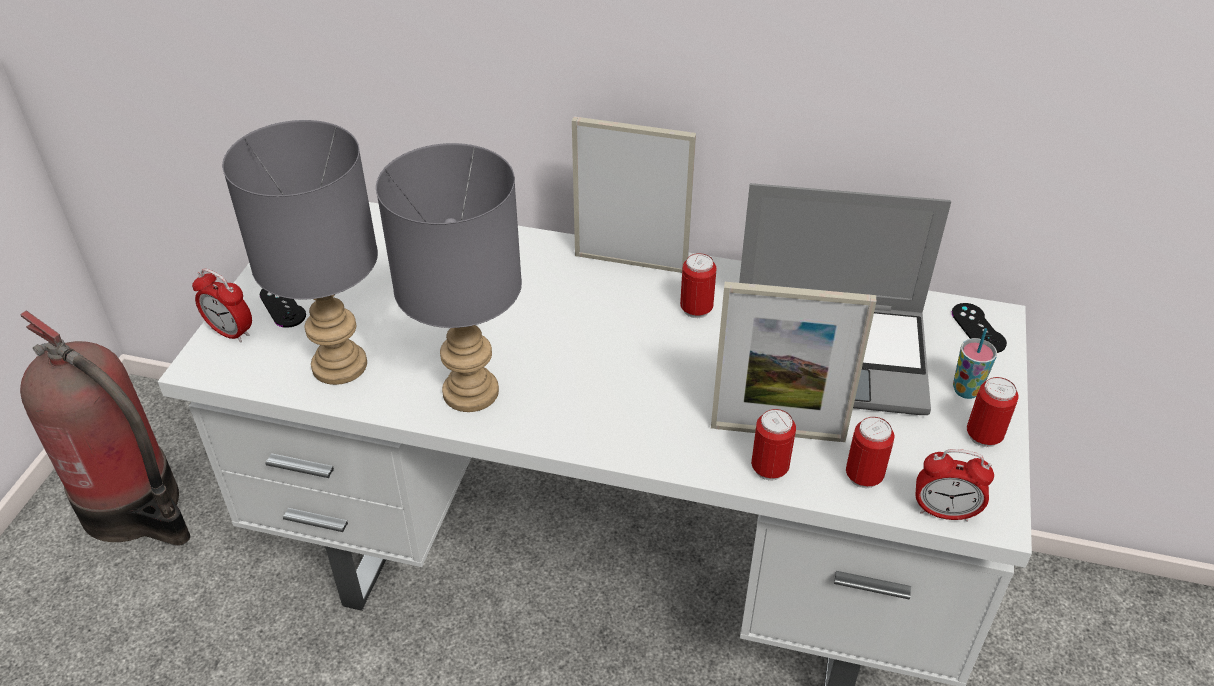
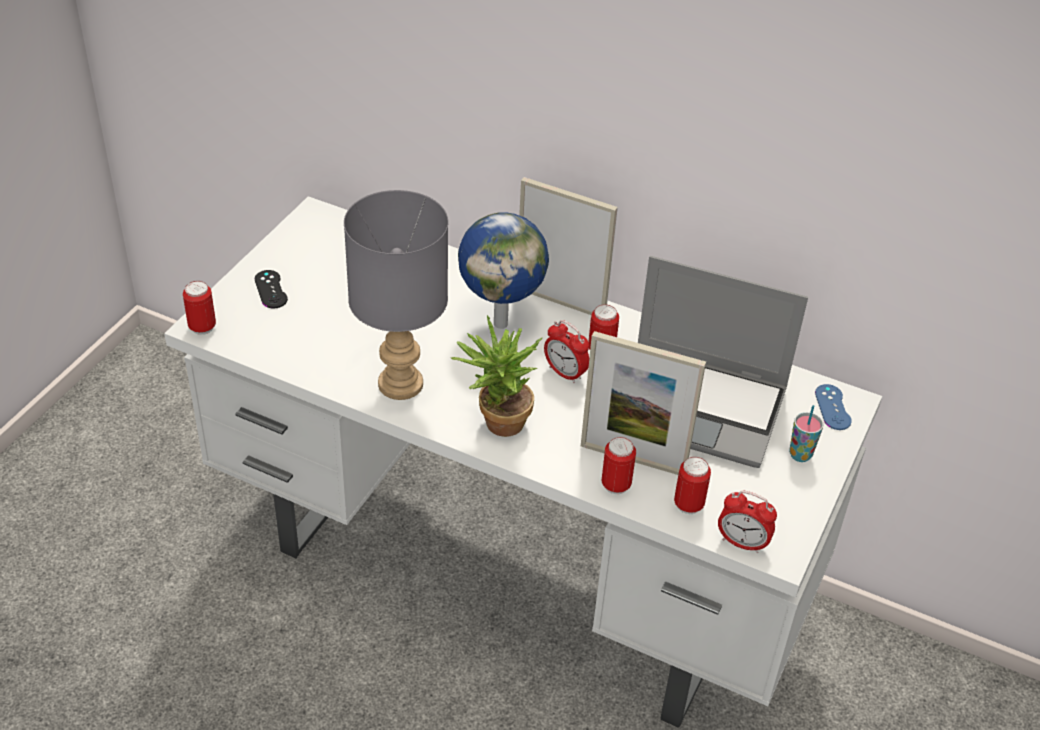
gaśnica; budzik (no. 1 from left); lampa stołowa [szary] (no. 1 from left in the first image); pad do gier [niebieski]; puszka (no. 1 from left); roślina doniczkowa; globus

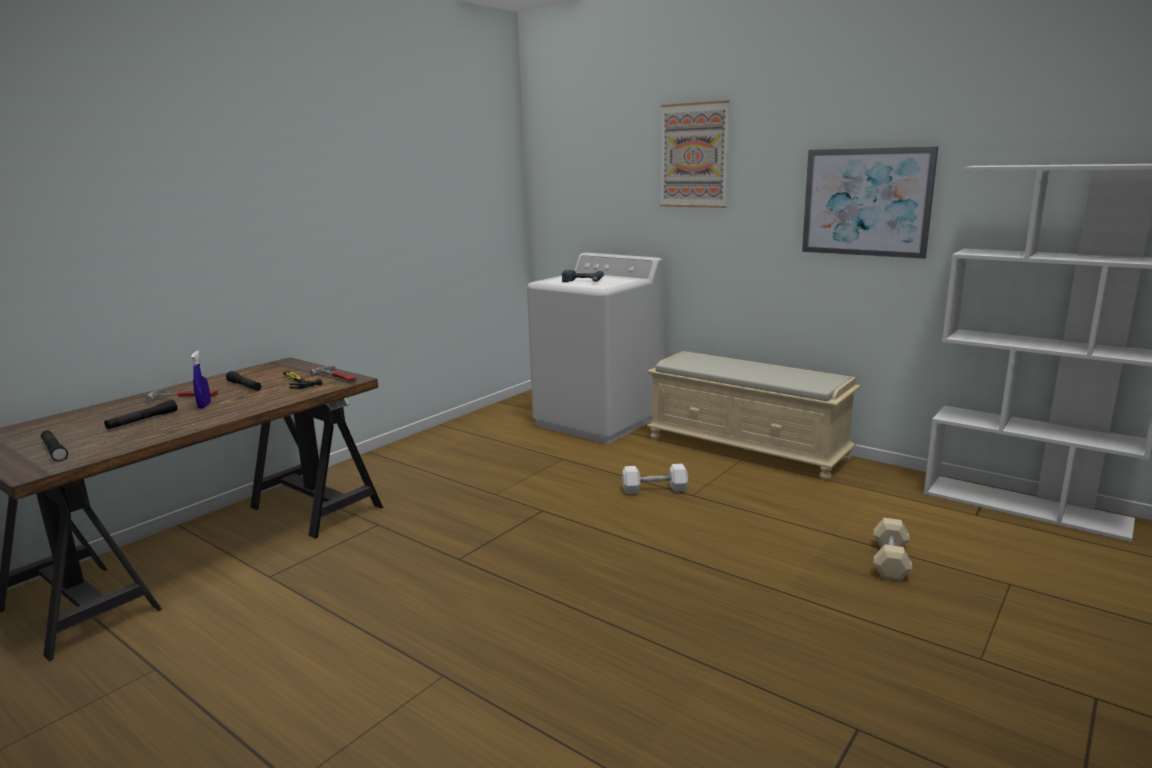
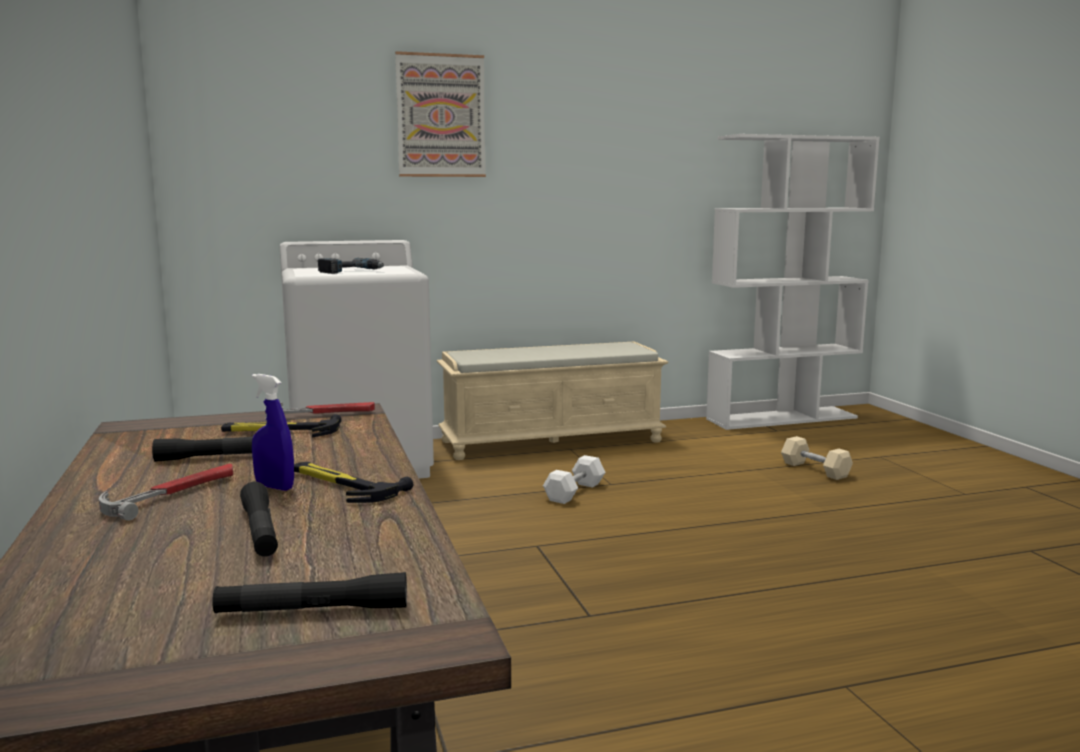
obraz (no. 2 from left in the first image); młotek (no. 4 from left)

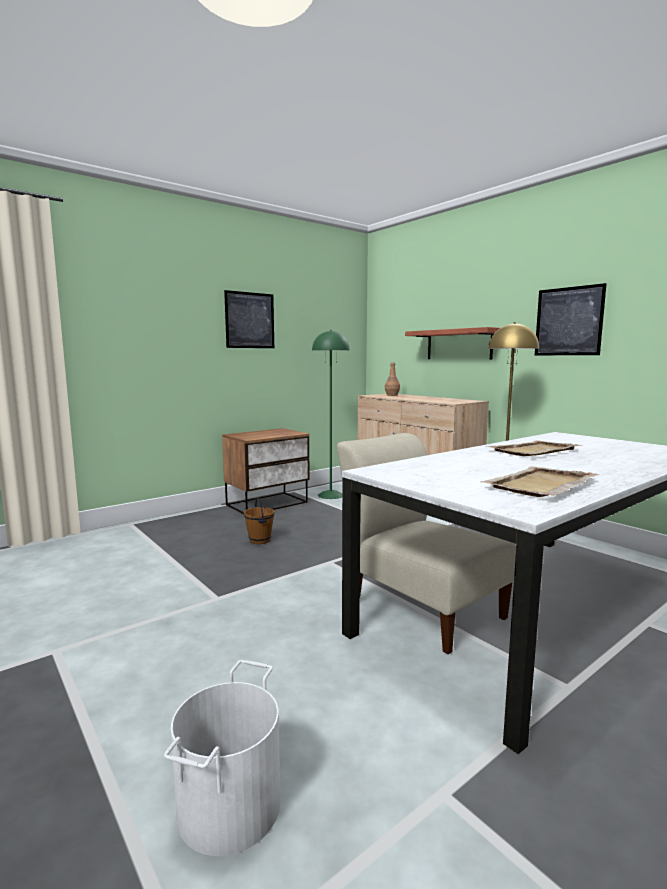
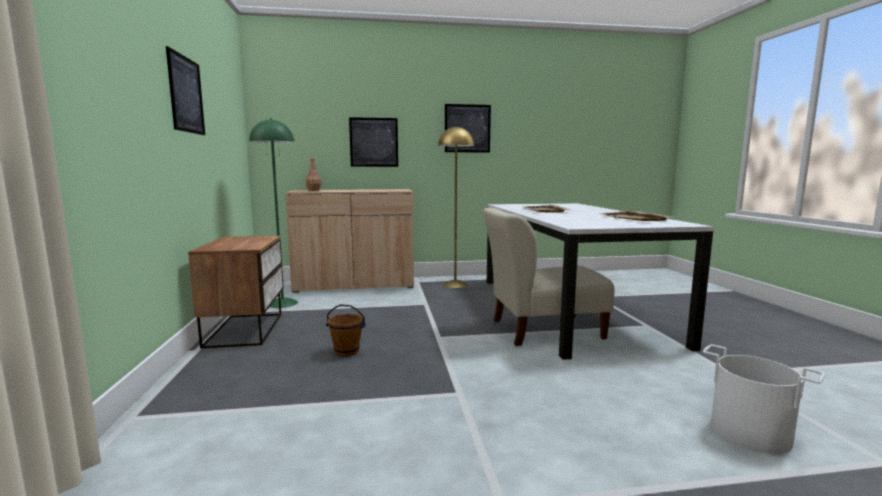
obraz (no. 2 from left)

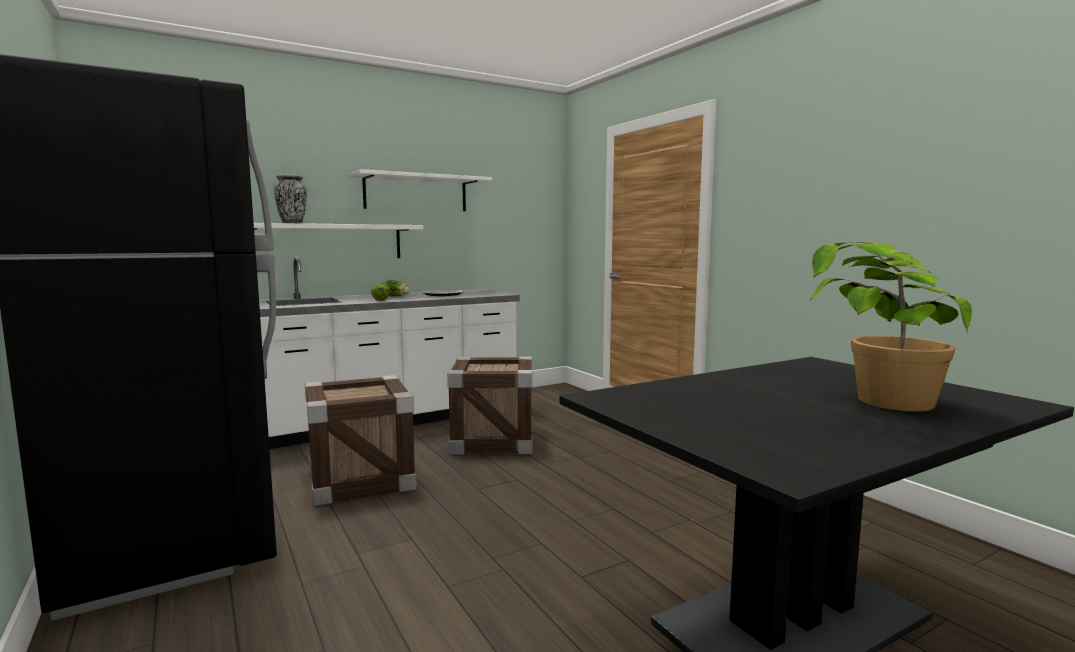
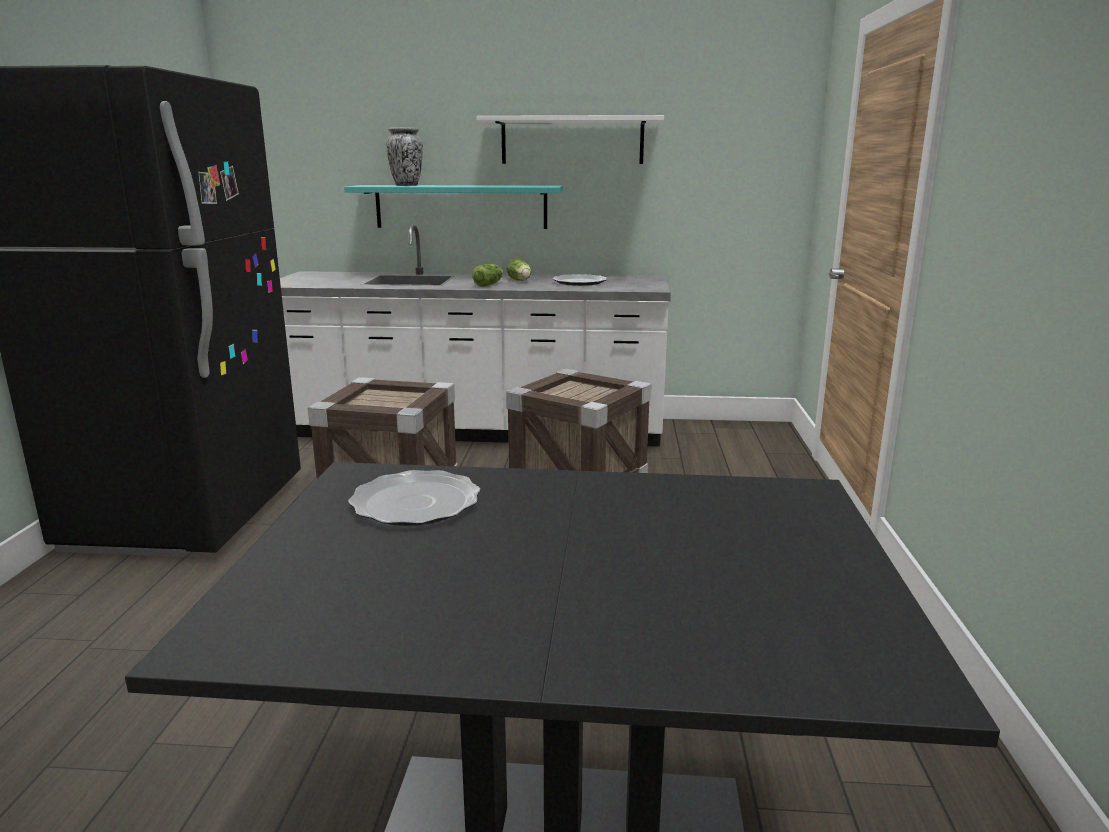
półka [turkusowy]; roślina doniczkowa; talerz (no. 1 from left)

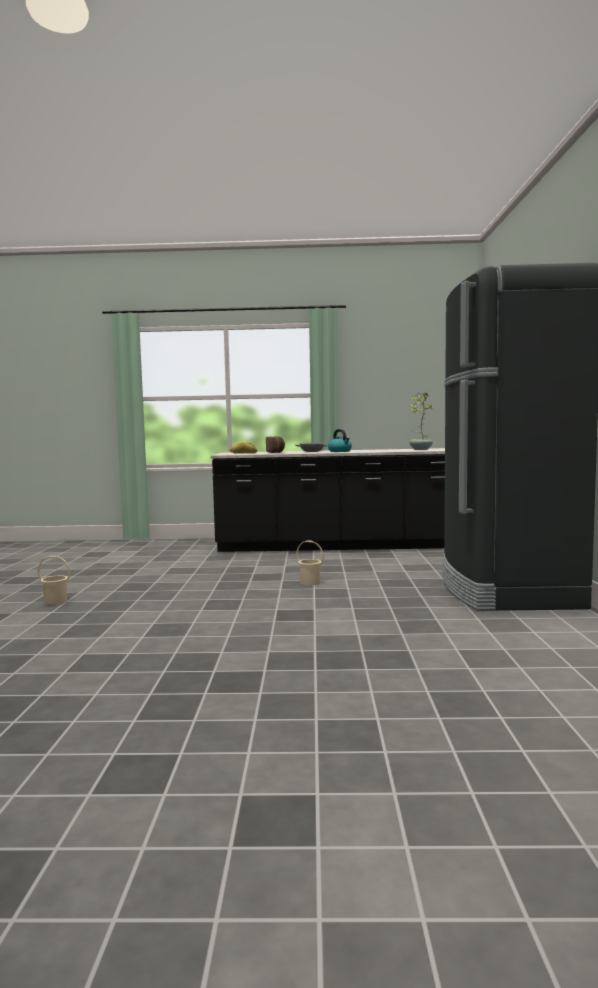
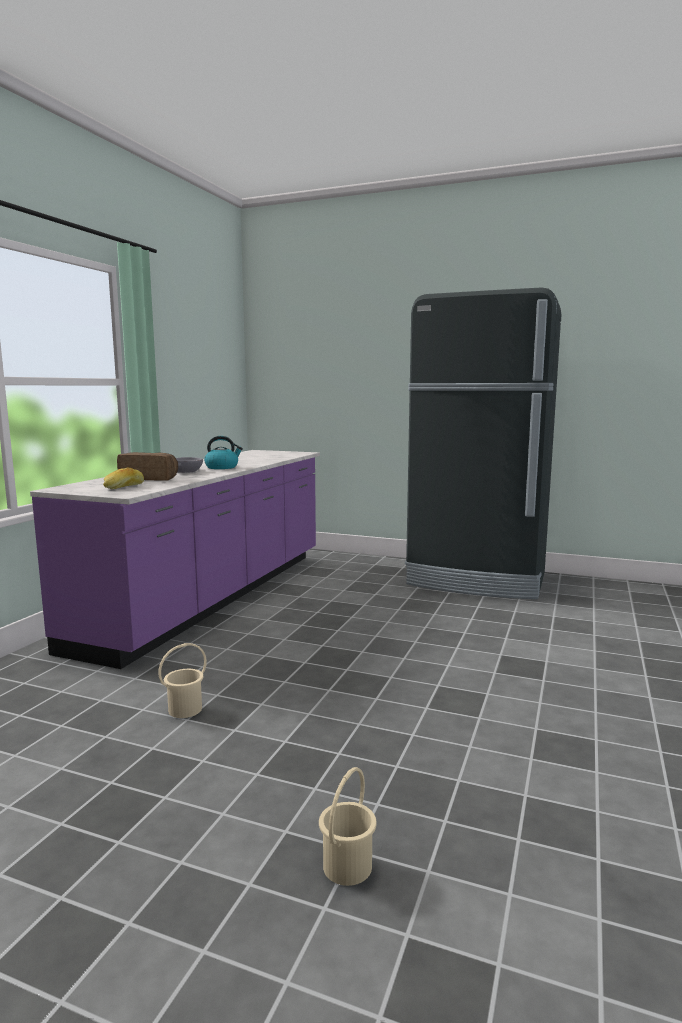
zabudowa kuchenna [fioletowy]; wiadro [beżowy] (no. 1 from left); roślina doniczkowa

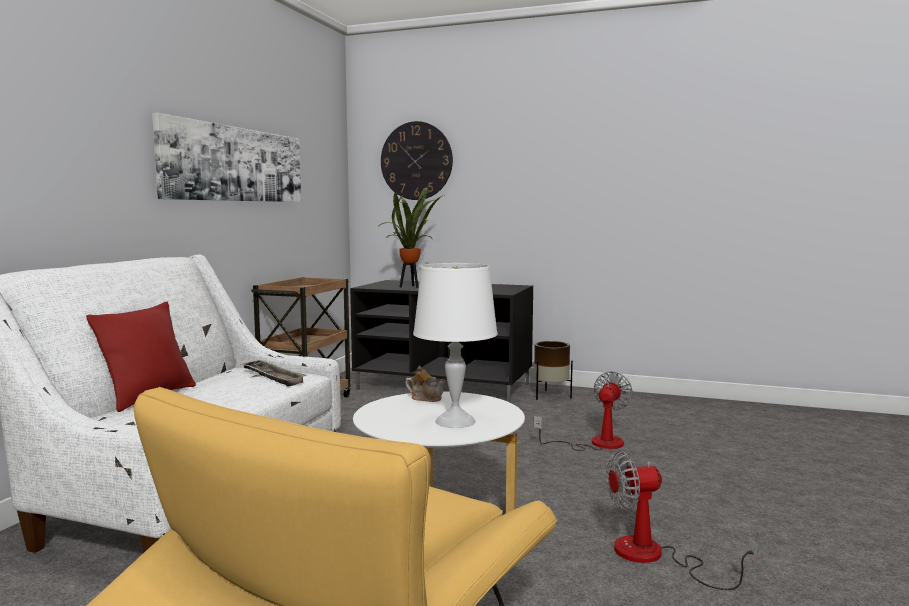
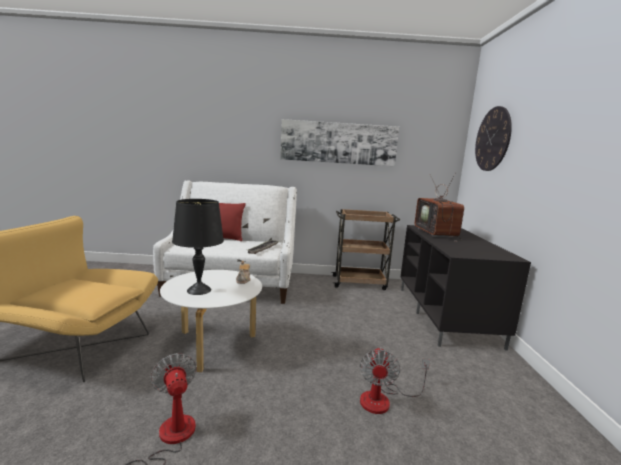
telewizor; lampa stołowa [czarny]; donica [brązowy]; wentylator (no. 2 from left)

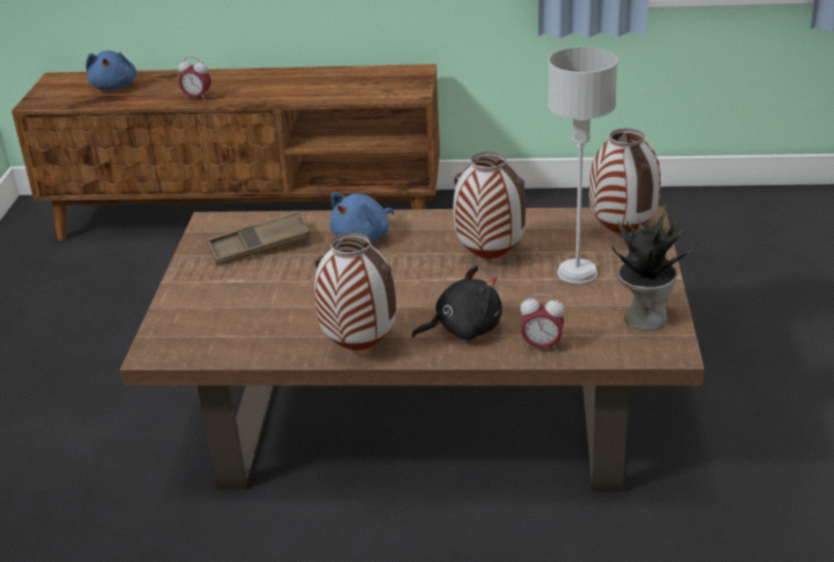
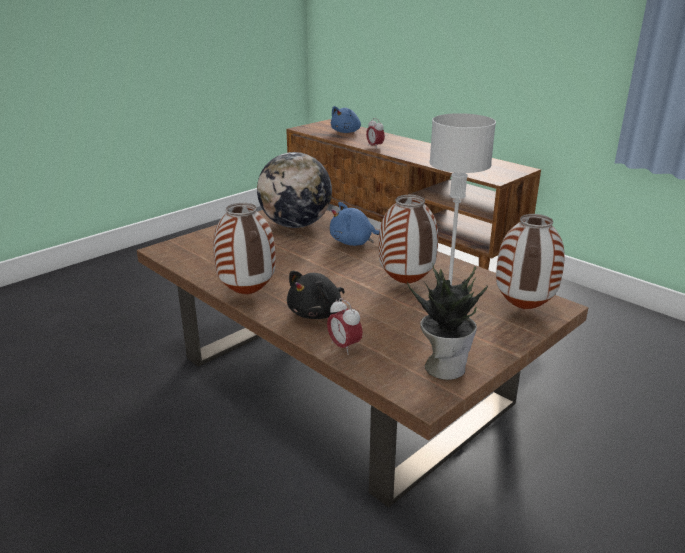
globus; pluszak [czarny]

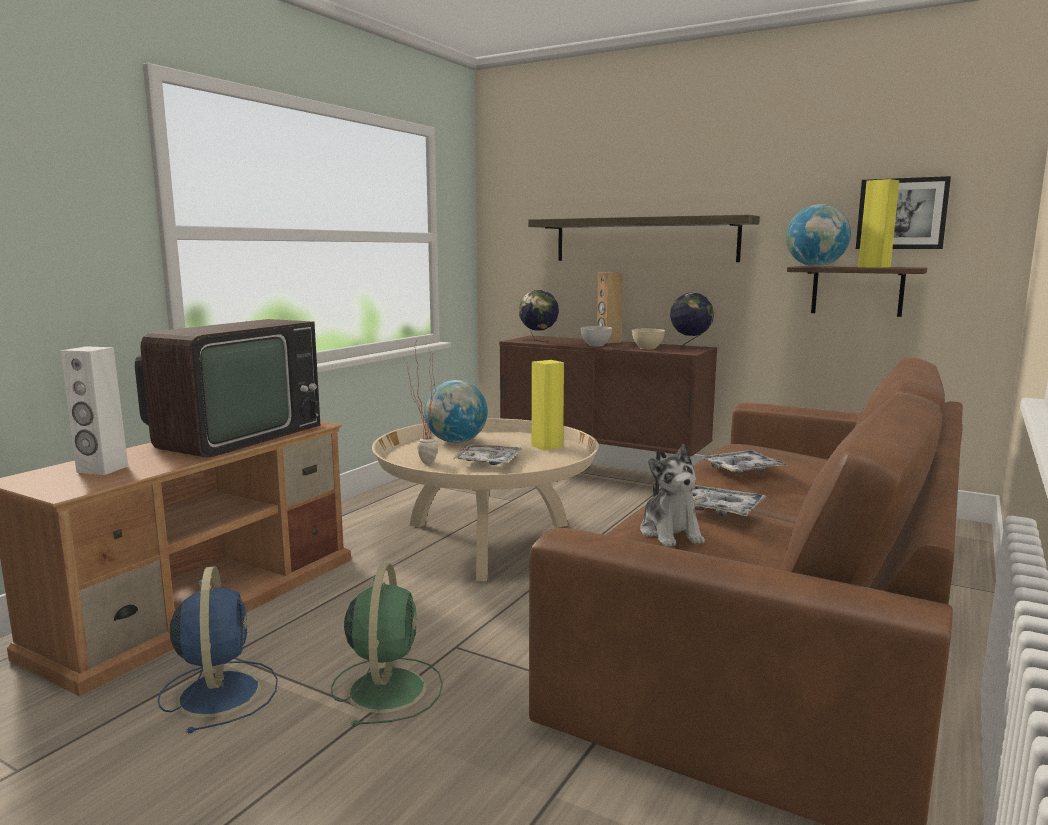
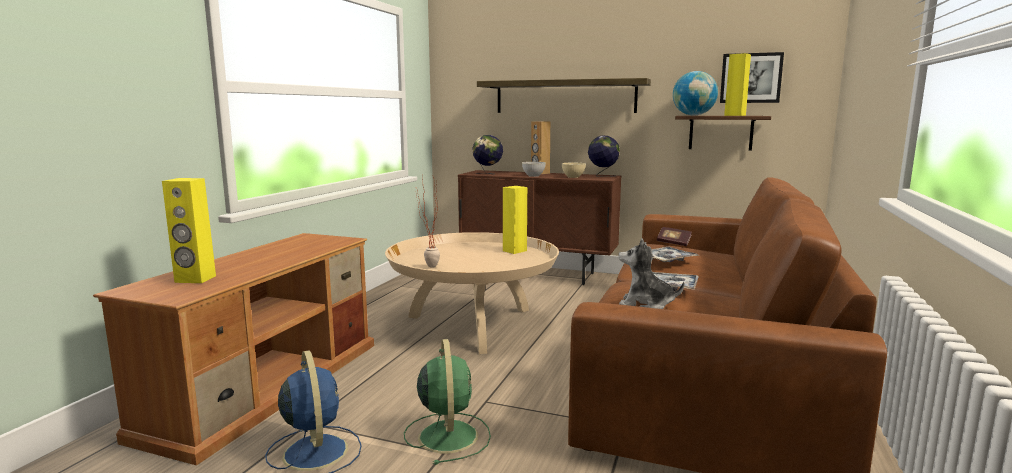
głośnik [żółty] (no. 1 from left); telewizor; globus (no. 1 from left in the first image); taca (no. 1 from left in the first image); pluszak; książka

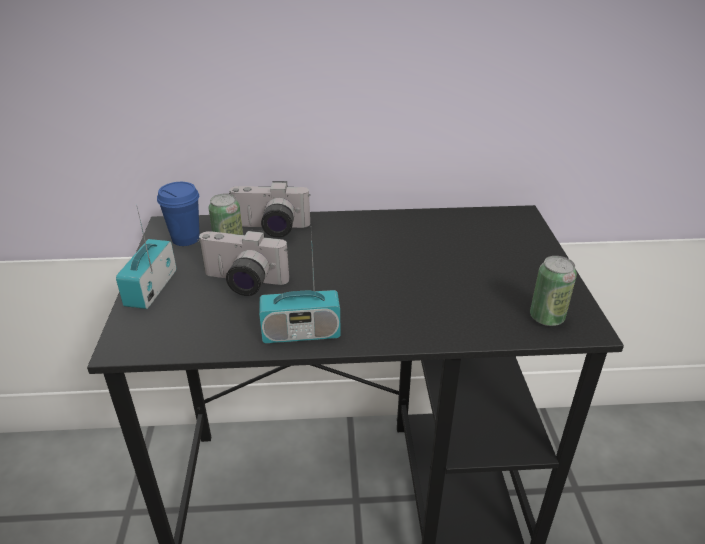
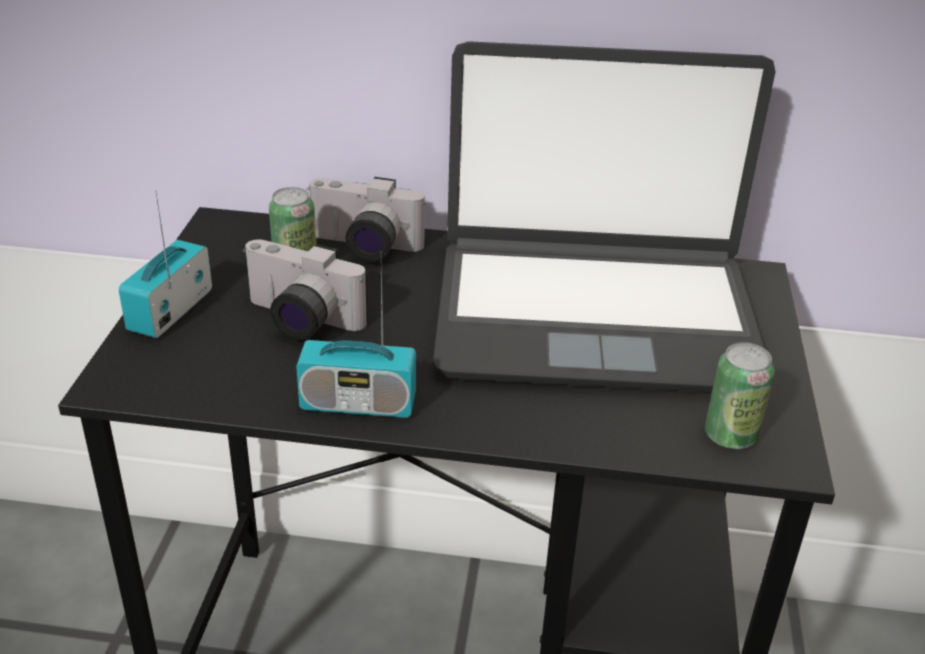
filiżanka [niebieski]; laptop

